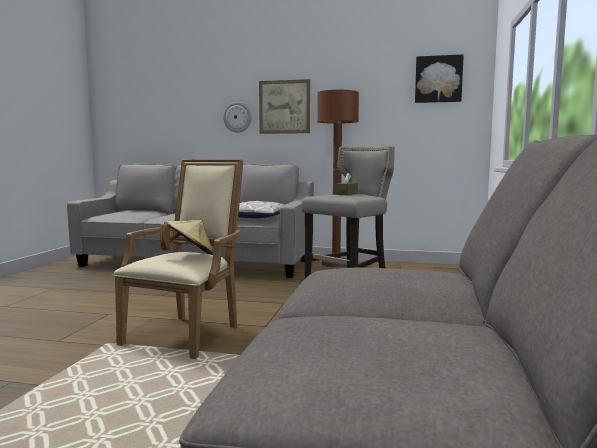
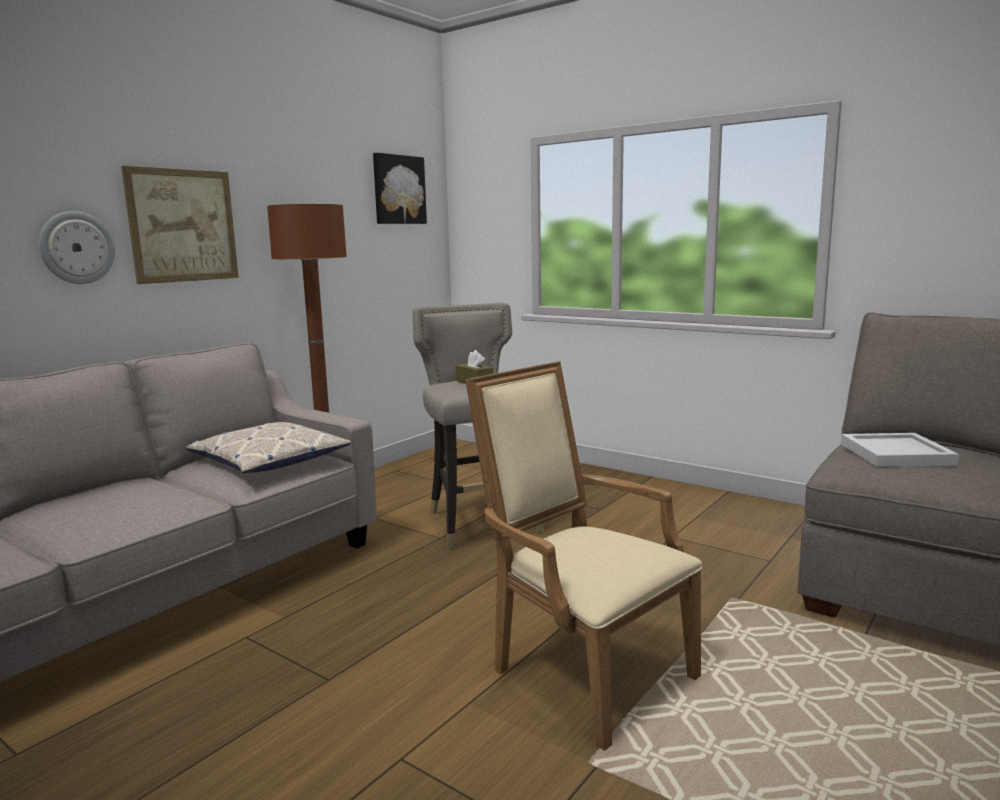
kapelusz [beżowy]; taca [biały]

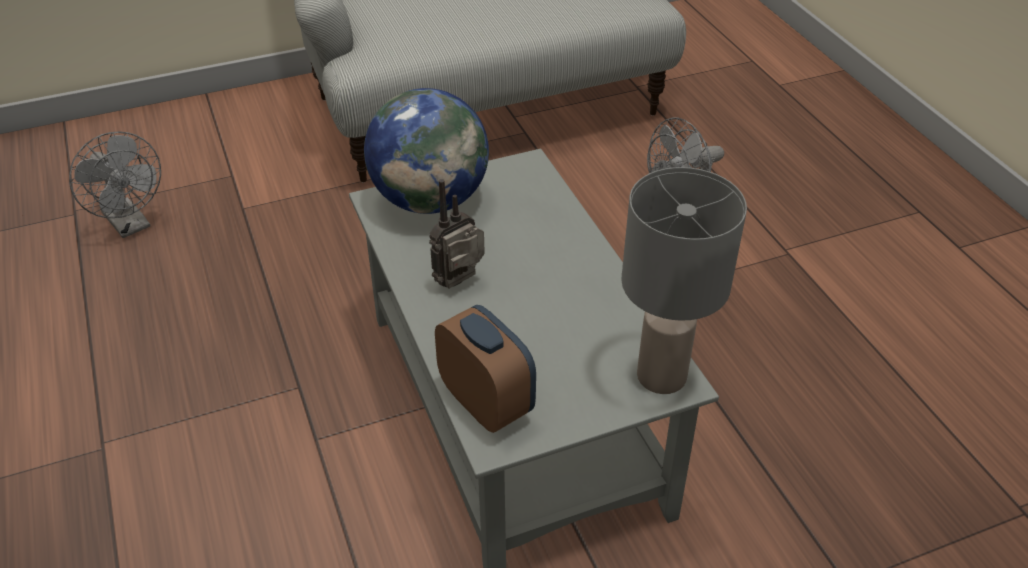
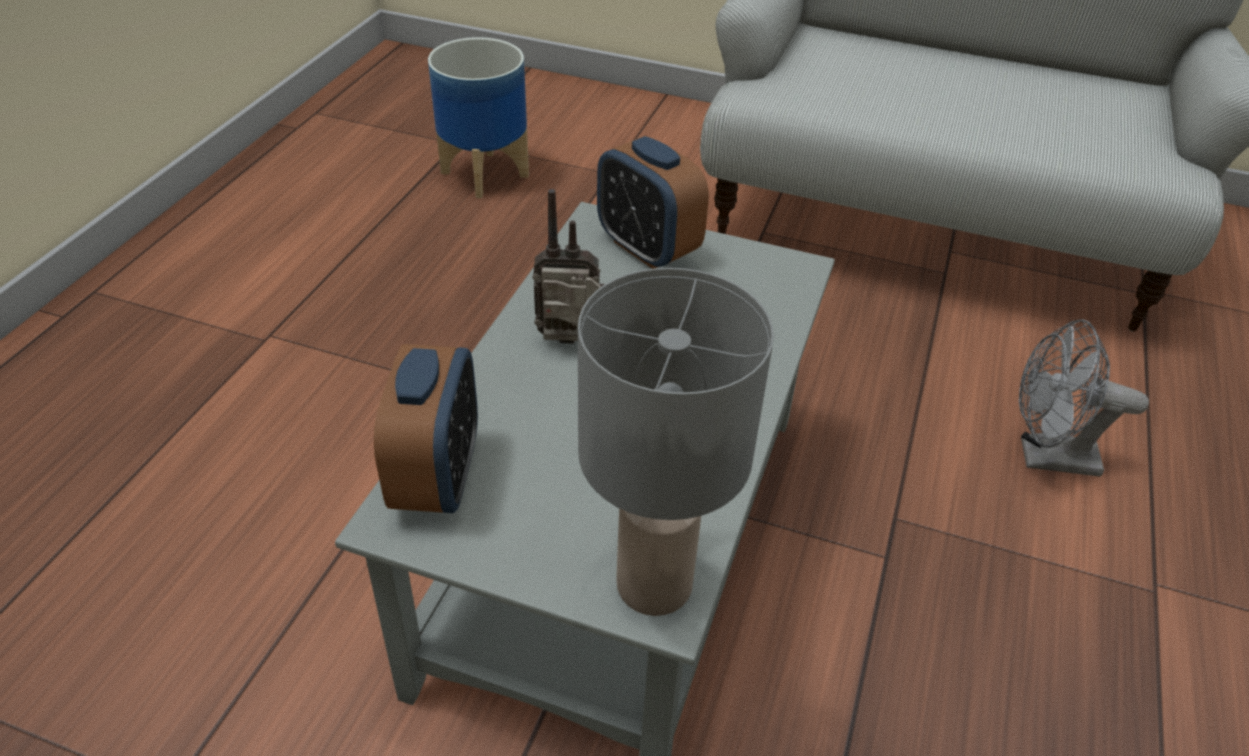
donica; budzik (no. 2 from left)

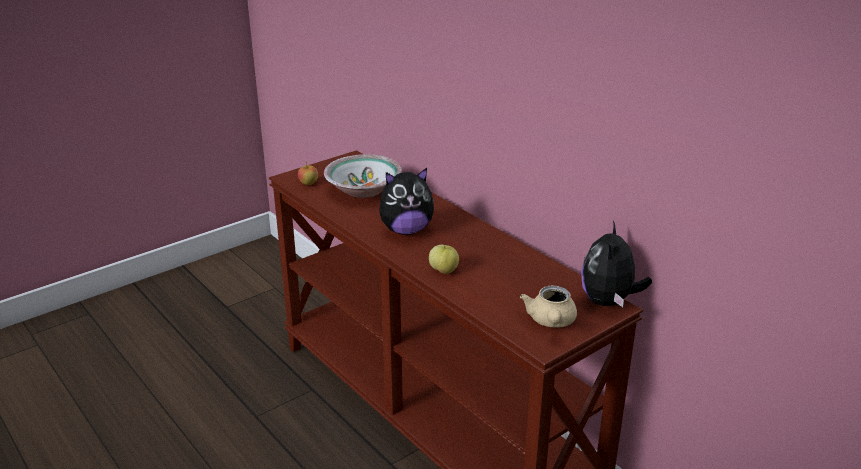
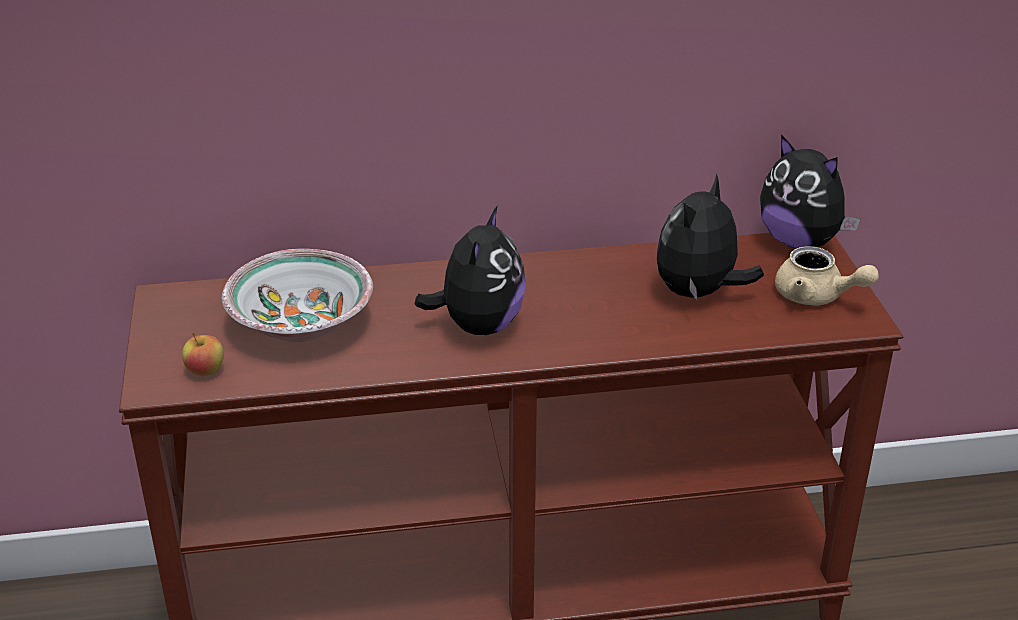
jabłko (no. 2 from left in the first image); pluszak (no. 2 from left)

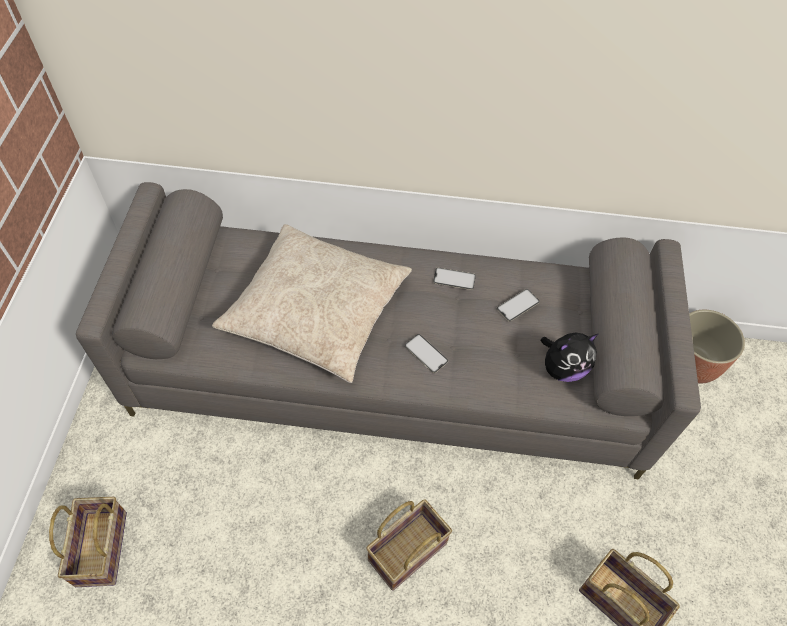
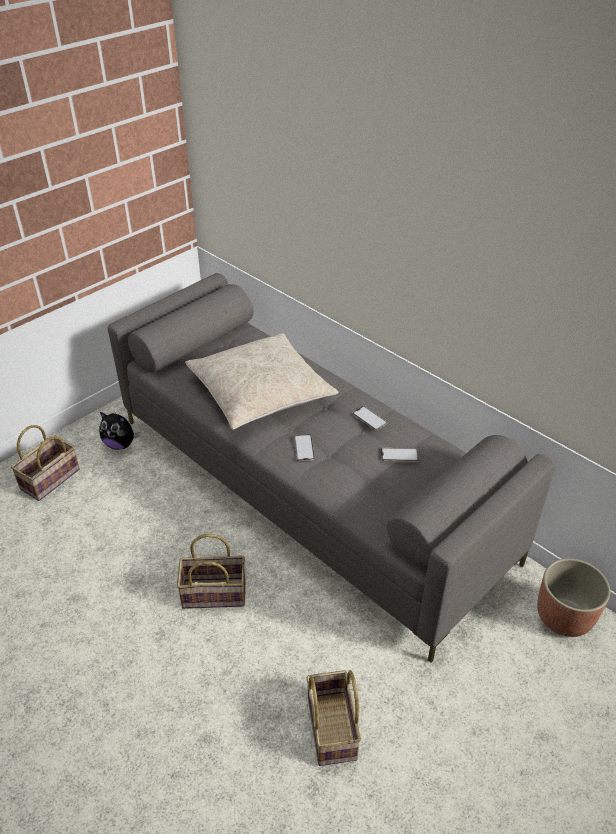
pluszak

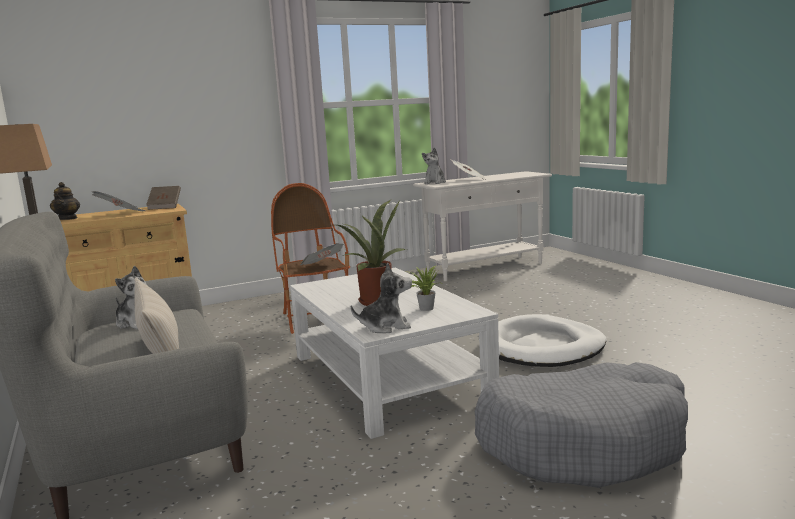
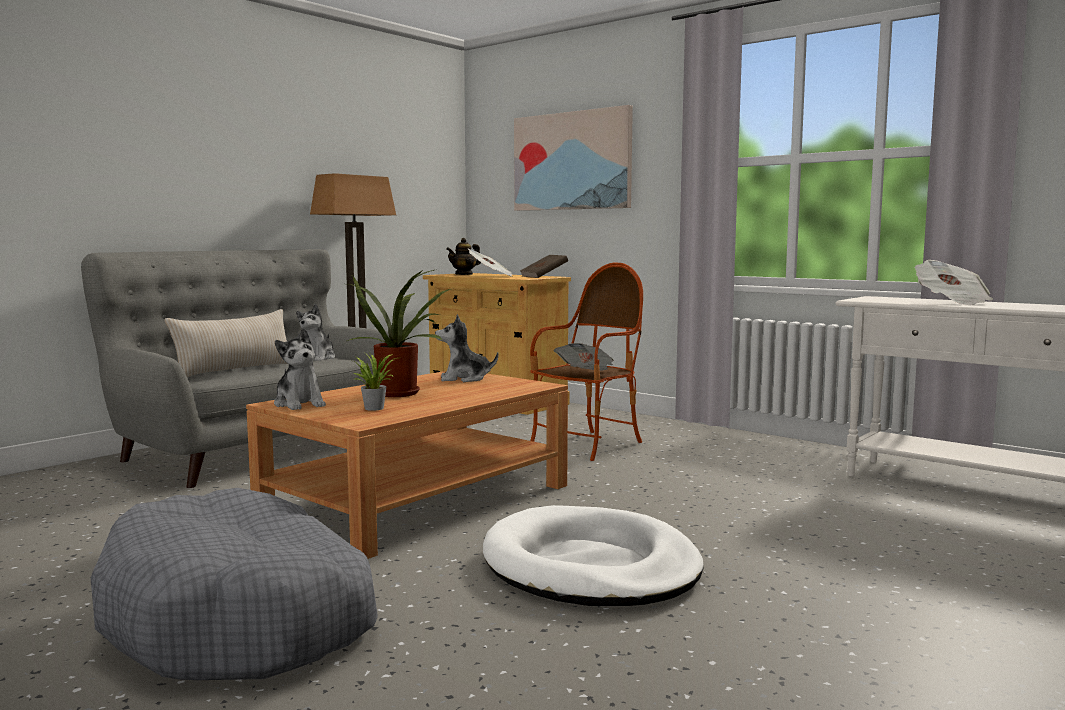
ława [brązowy]; pluszak (no. 3 from left); obraz

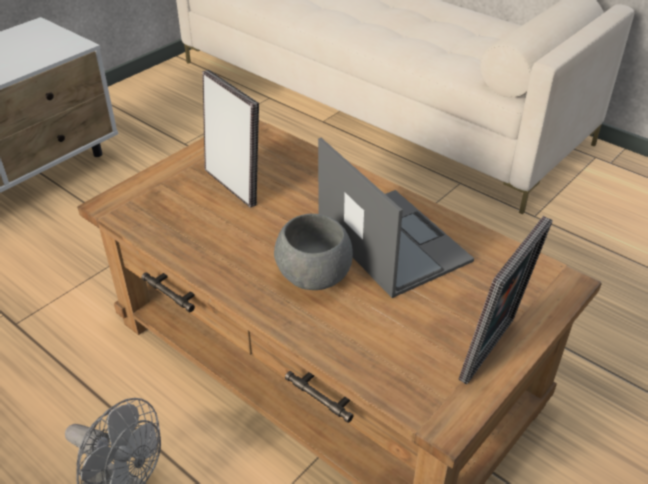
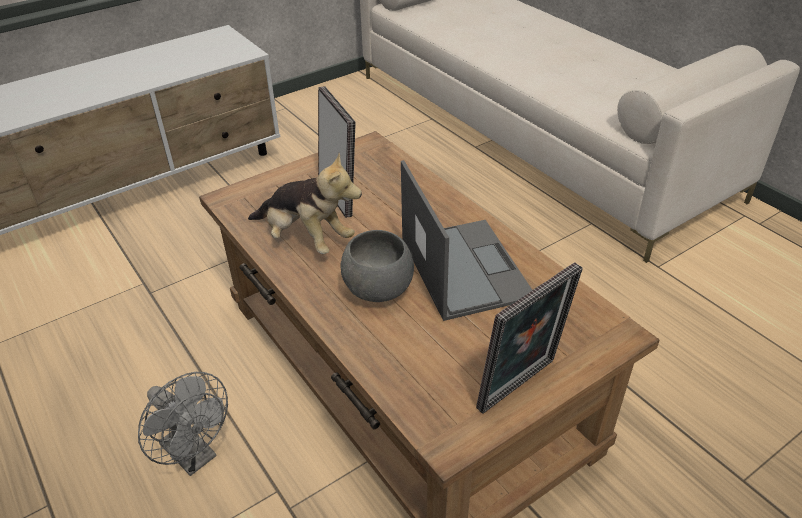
pluszak

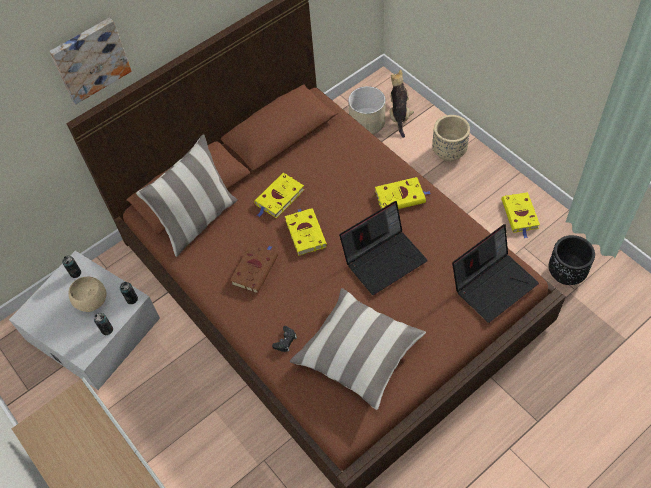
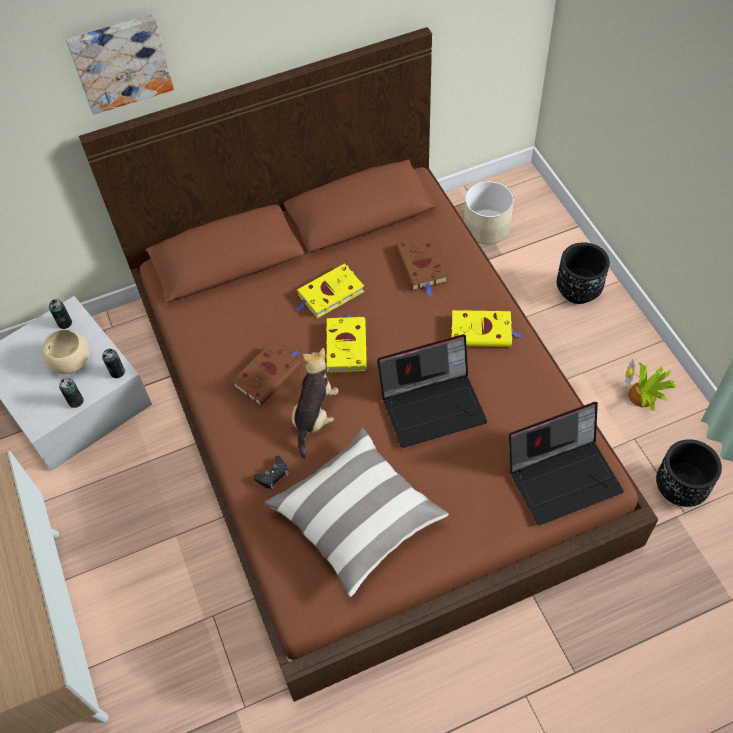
poduszka (no. 1 from left in the first image); pluszak; donica [czarny] (no. 1 from left); roślina doniczkowa; książka [brązowy] (no. 2 from left)

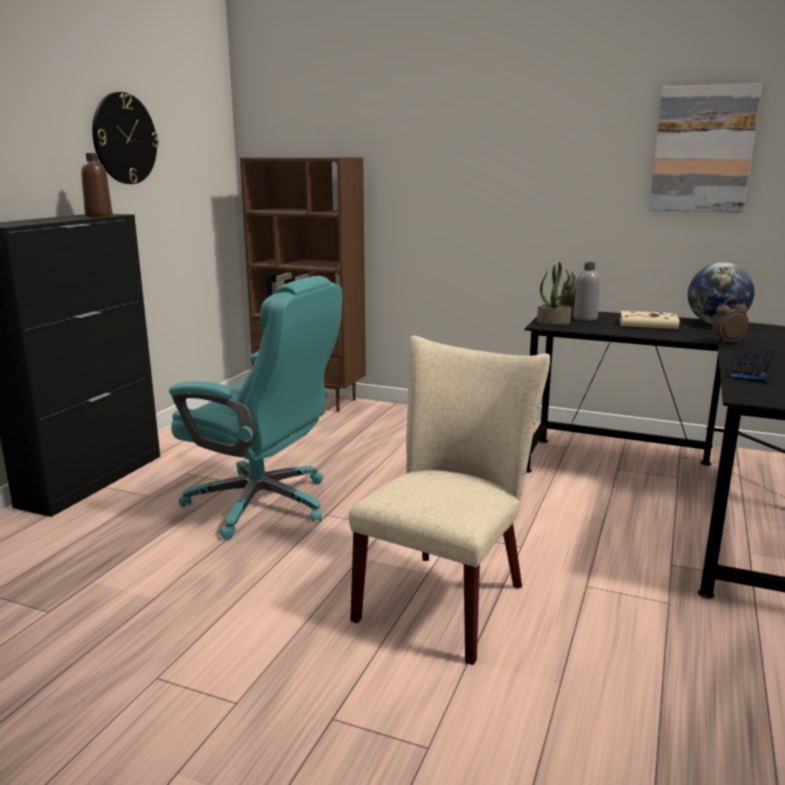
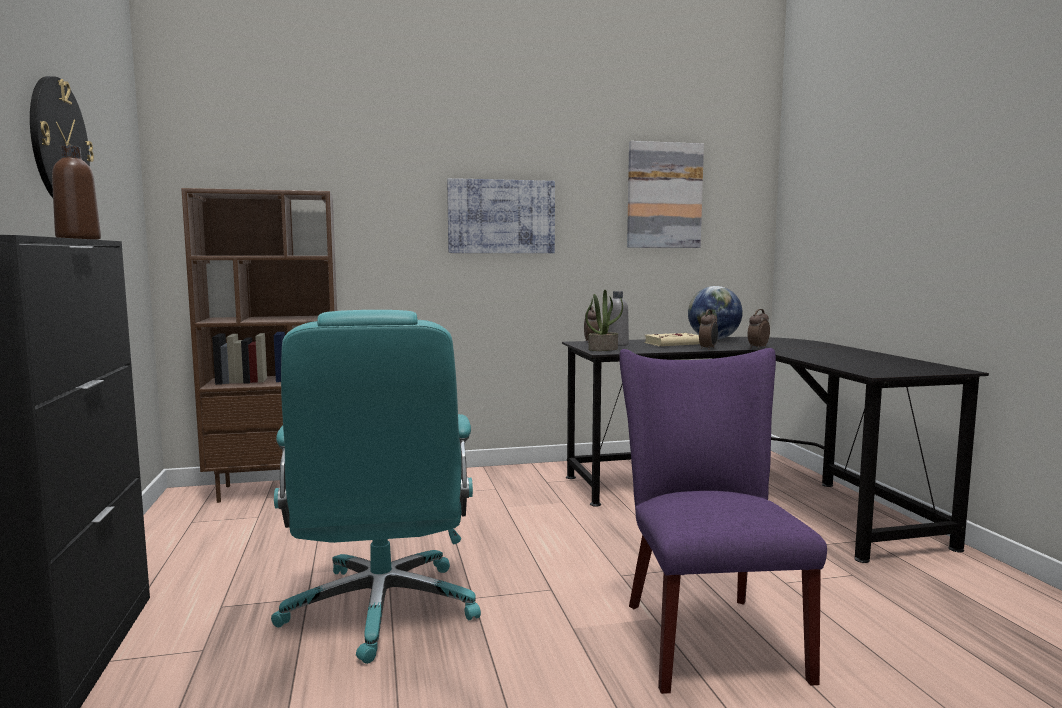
krzesło biurowe [turkusowy]; krzesło [fioletowy]; klawiatura; obraz (no. 1 from left); budzik (no. 2 from left)

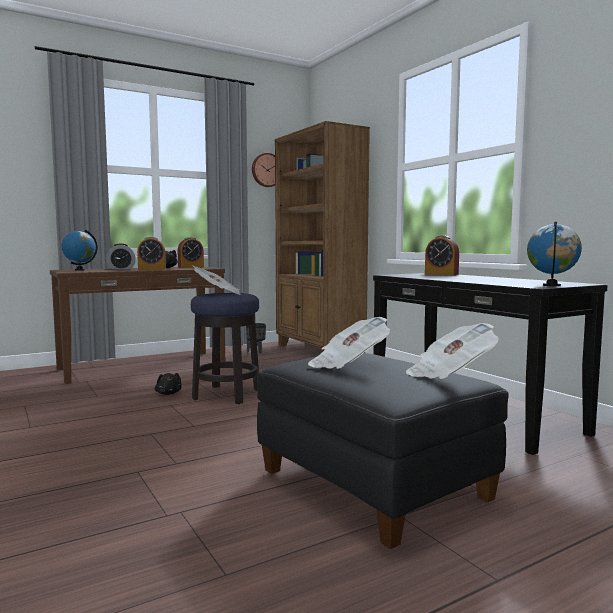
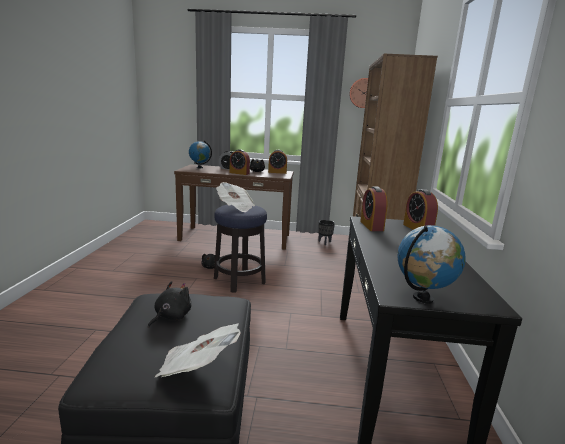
pluszak [czarny] (no. 1 from left); budzik (no. 4 from left)

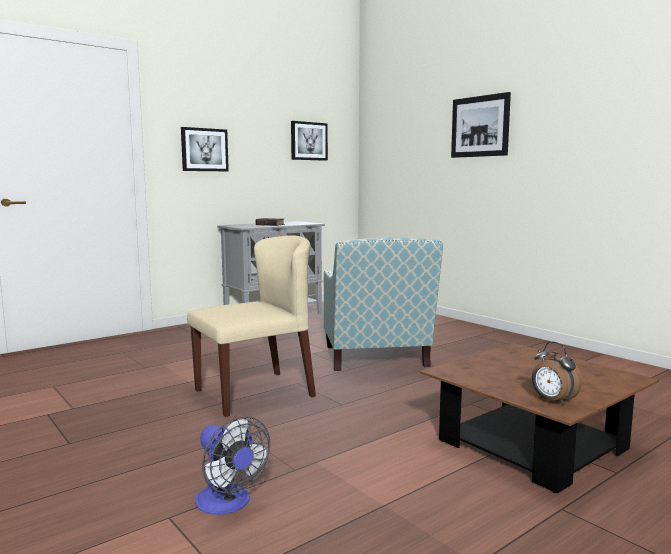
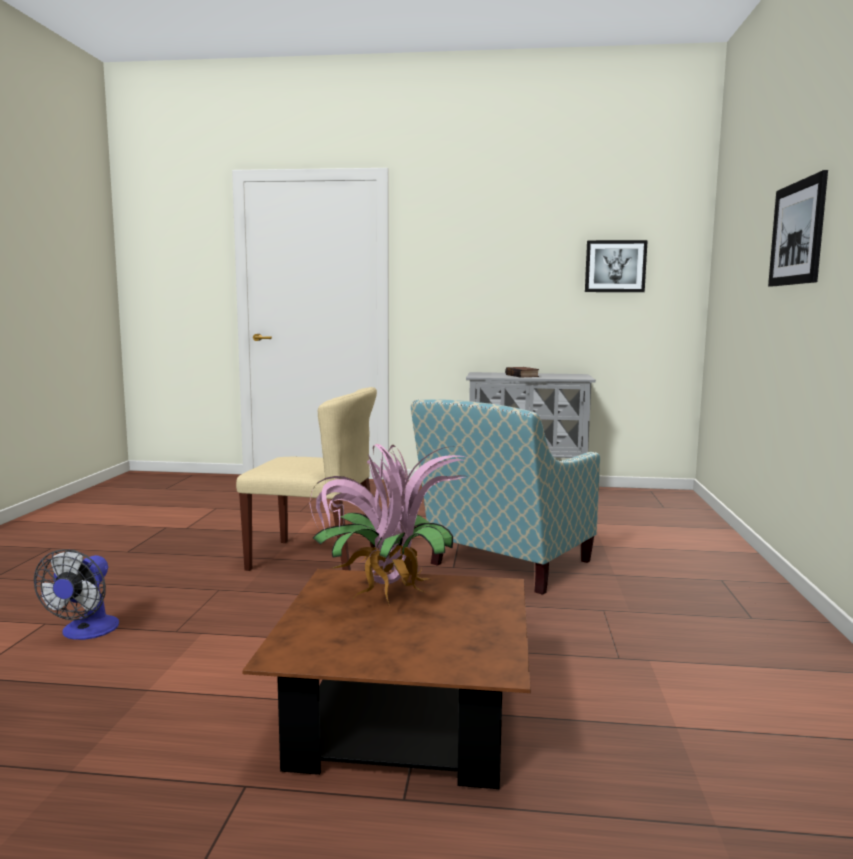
obraz (no. 1 from left in the first image); budzik; roślina doniczkowa

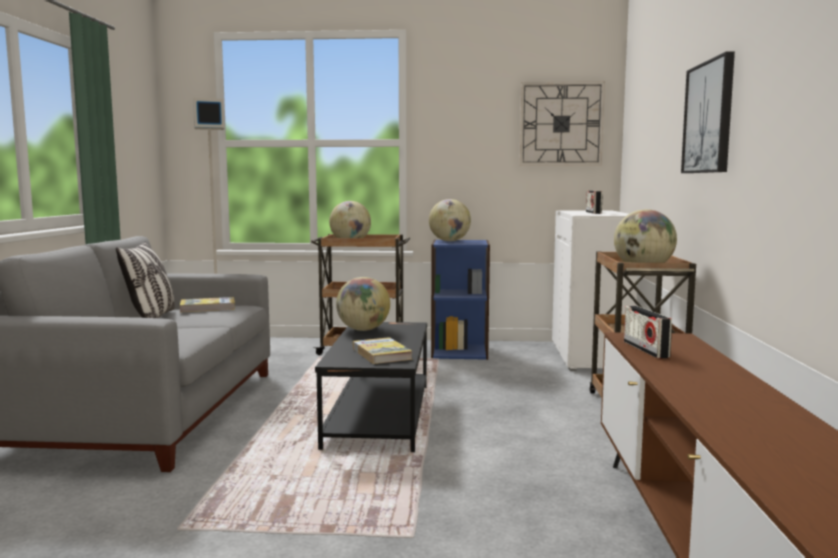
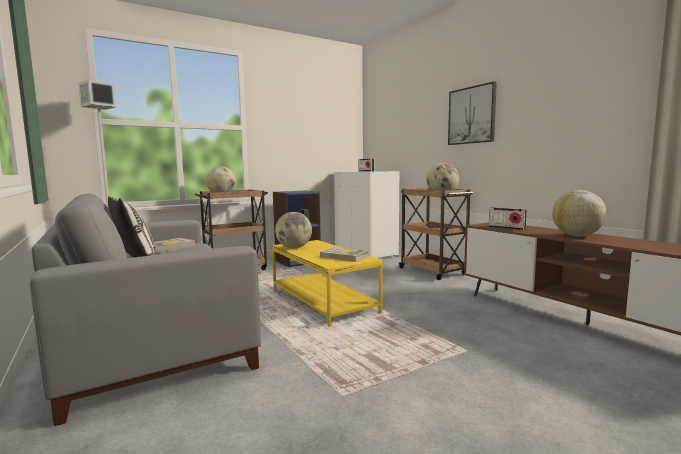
ława [żółty]; globus (no. 4 from left); zegar ścienny

